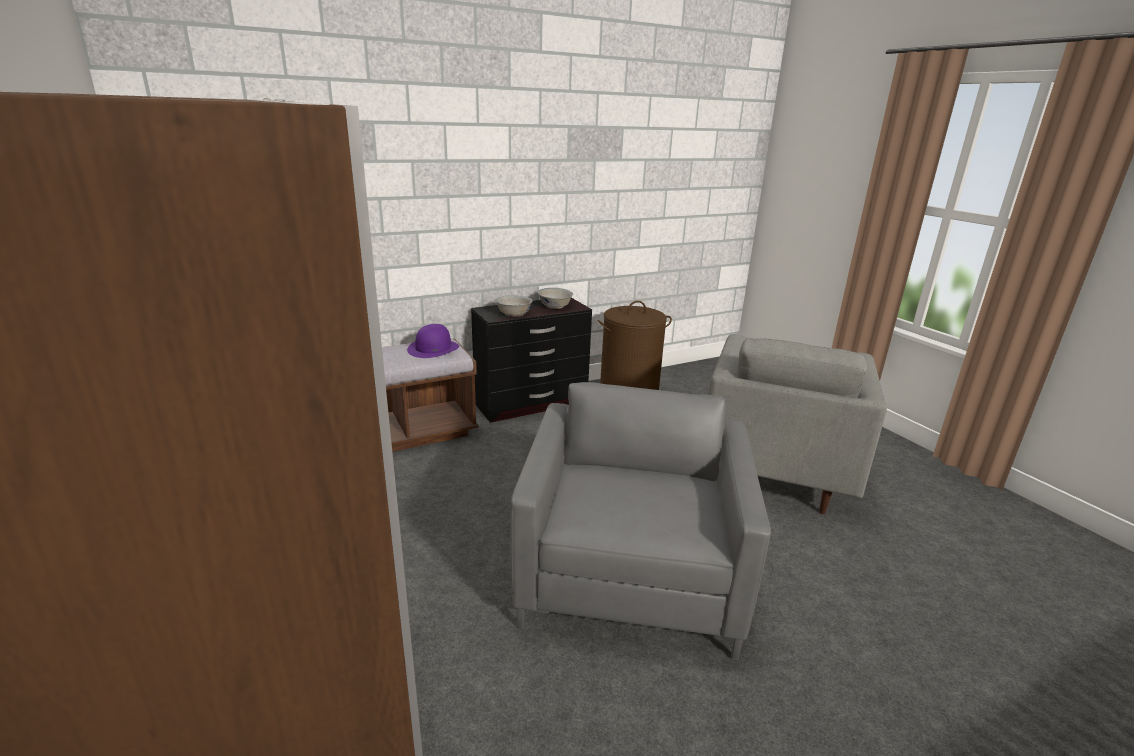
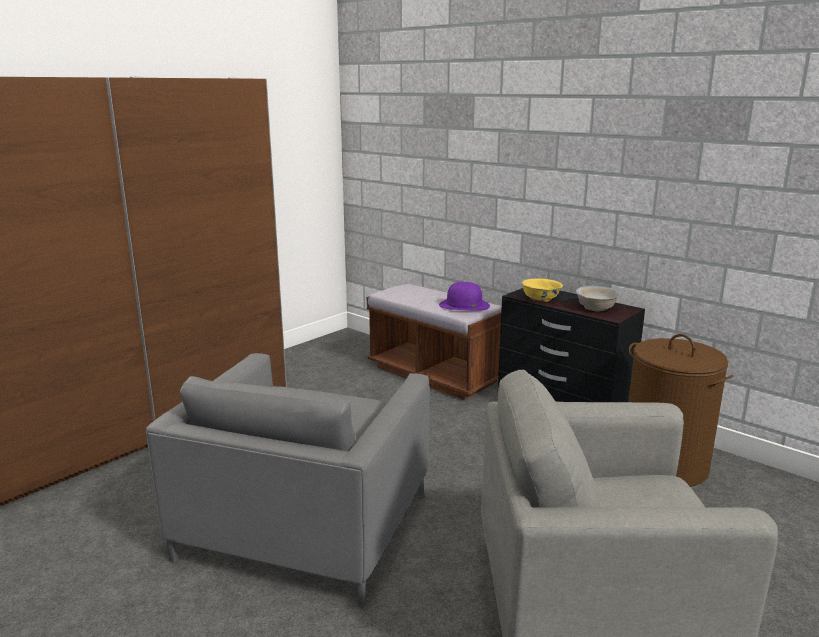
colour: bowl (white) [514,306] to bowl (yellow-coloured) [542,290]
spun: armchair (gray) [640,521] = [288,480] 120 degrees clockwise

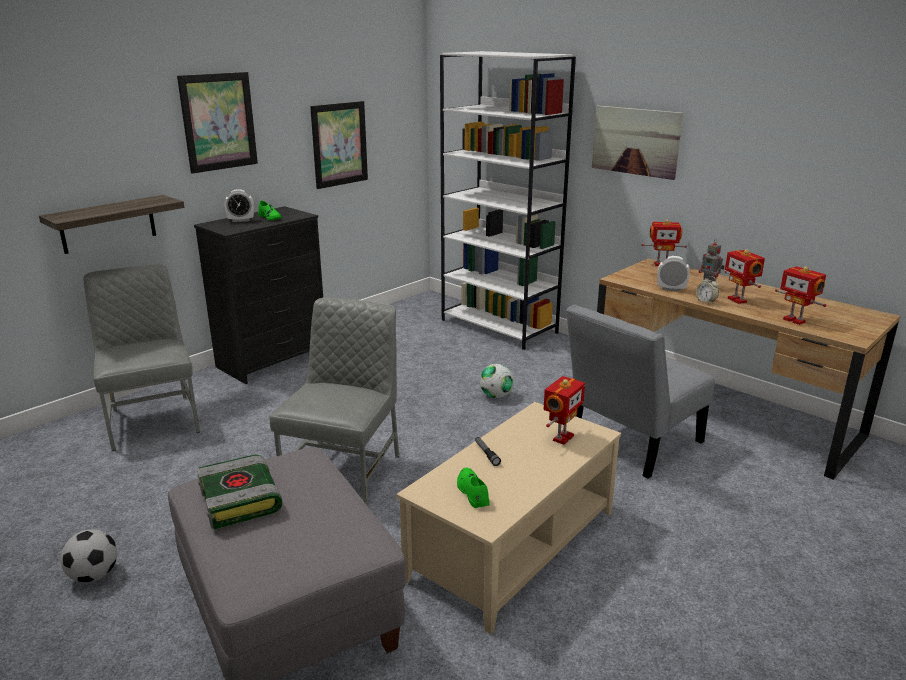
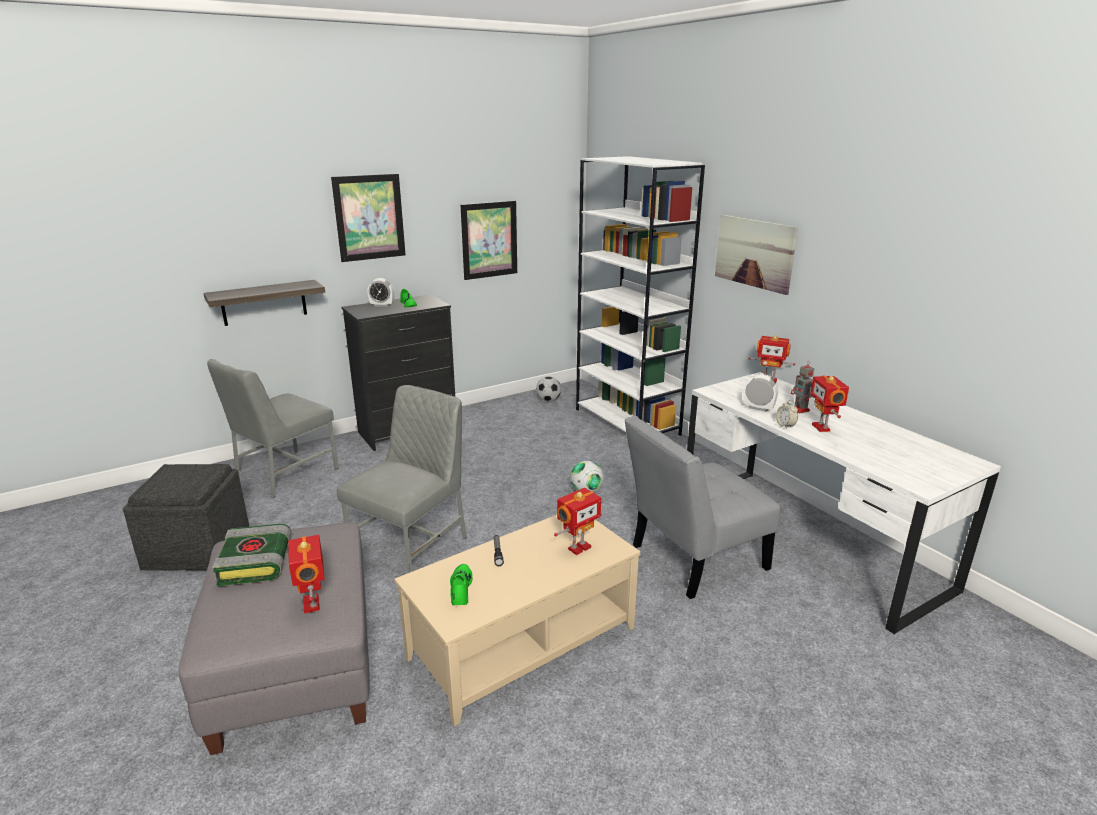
appeared: ottoman (gray) [186,517]
relocated: football [88,556] to [548,389]; toy robot [800,295] to [306,574]
colour: desk table (brown-coloured) [748,369] to desk table (white) [844,503]
spun: upright chair (gray) [141,357] = [272,428] 135 degrees counterclockwise

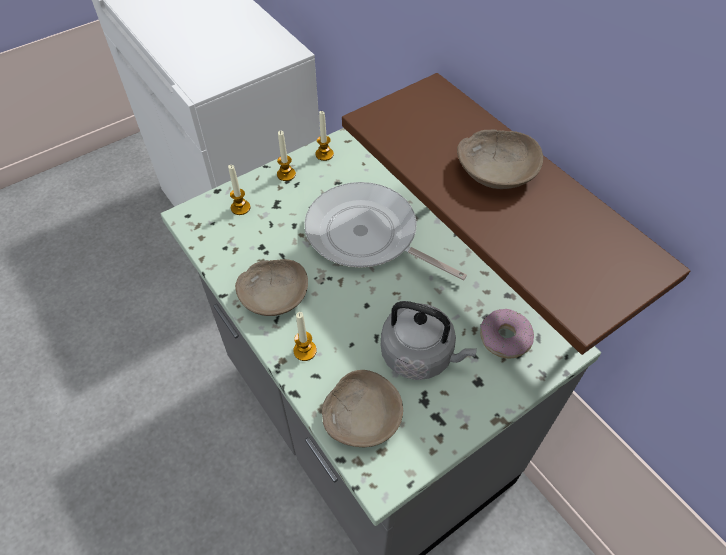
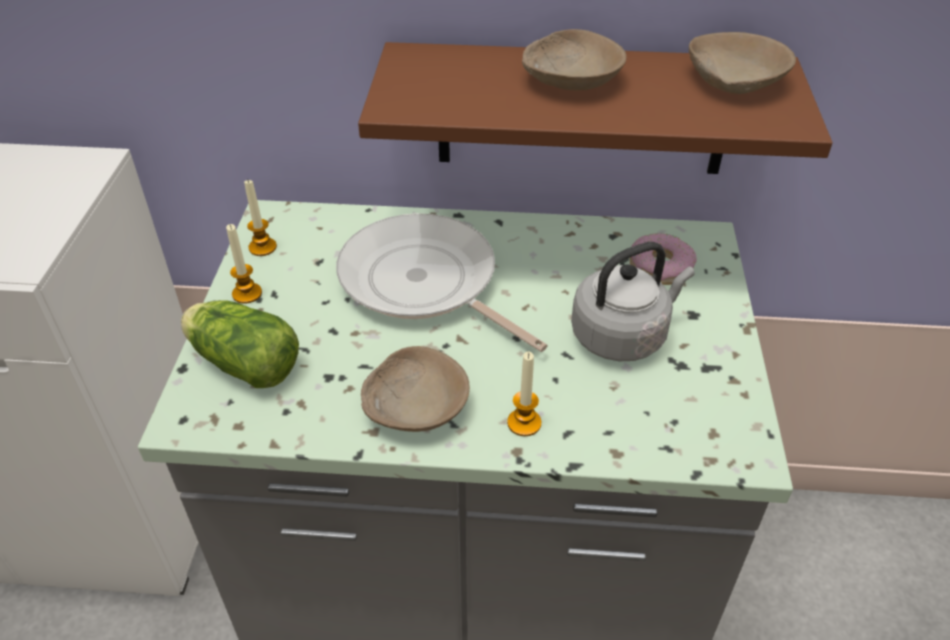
relocated: bowl (sand-coloured) [362,408] to [742,63]
exchanged: wax light [239,190] to head of lettuce [240,344]
spun: frying pan [385,231] = [442,282] 60 degrees clockwise

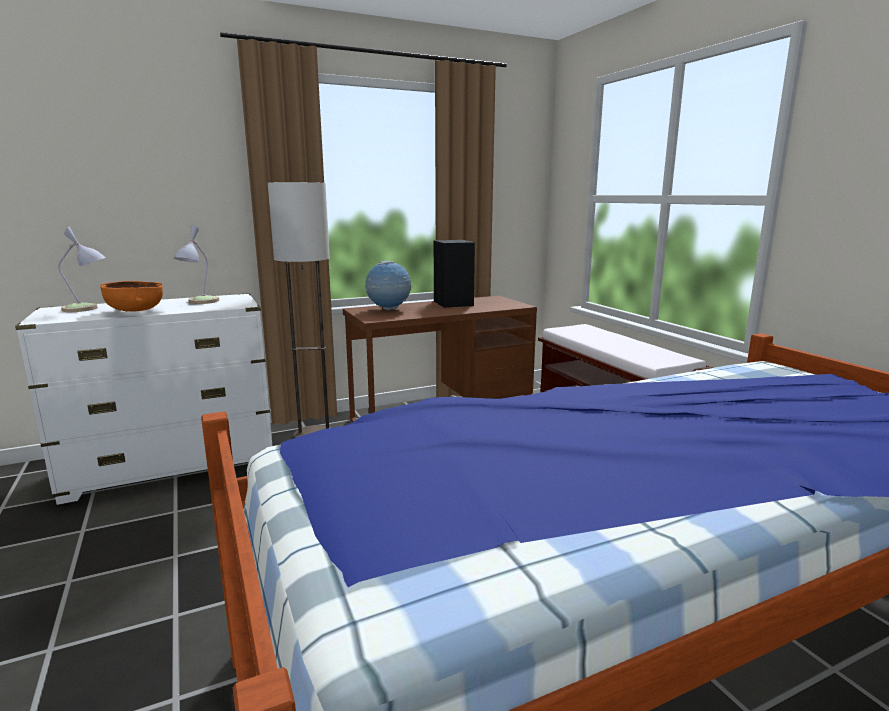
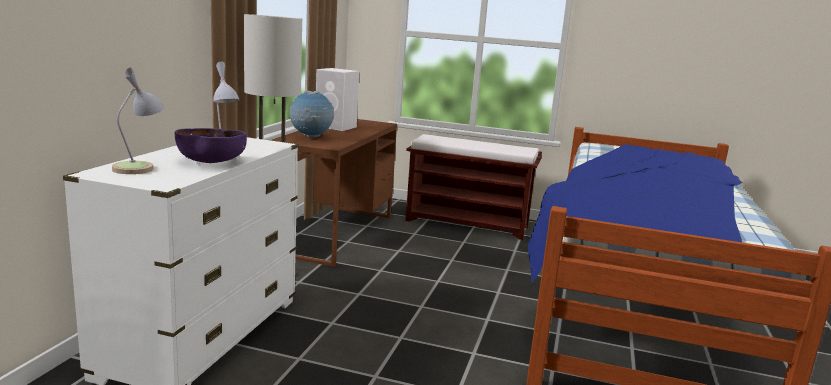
colour: bowl (orange) [131,296] to bowl (purple-coloured) [211,145]; audio speaker (blackish) [454,274] to audio speaker (white) [337,99]

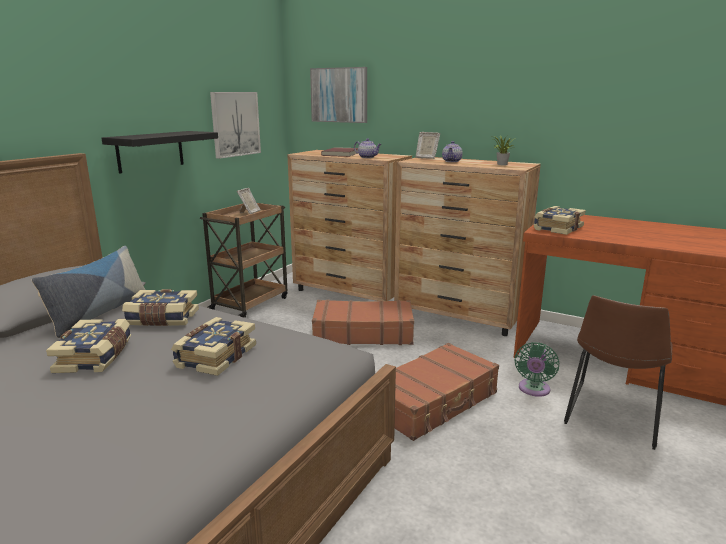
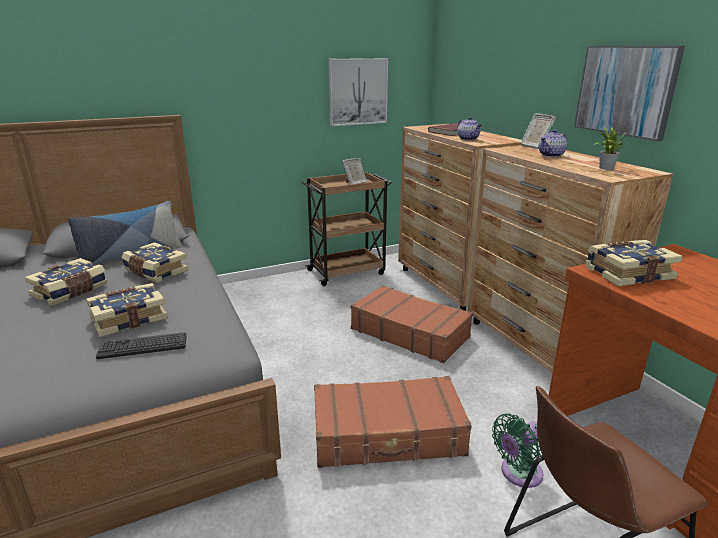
missing: bracket shelf (blackish) [160,152]
appeared: PC keyboard [141,345]
relocated: picture [338,95] to [629,93]

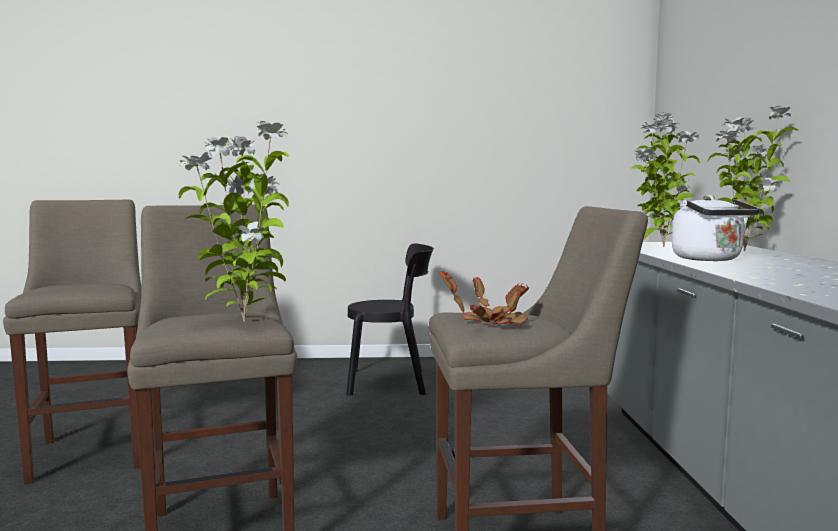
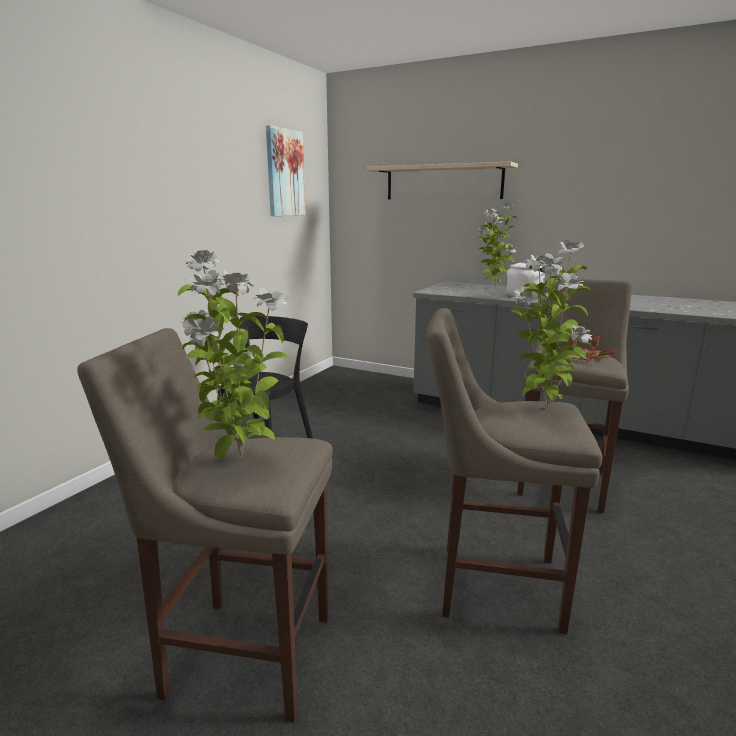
appeared: picture [286,170]; bracket shelf (sand-coloured) [442,180]
relocated: potted plant [665,179] to [233,355]

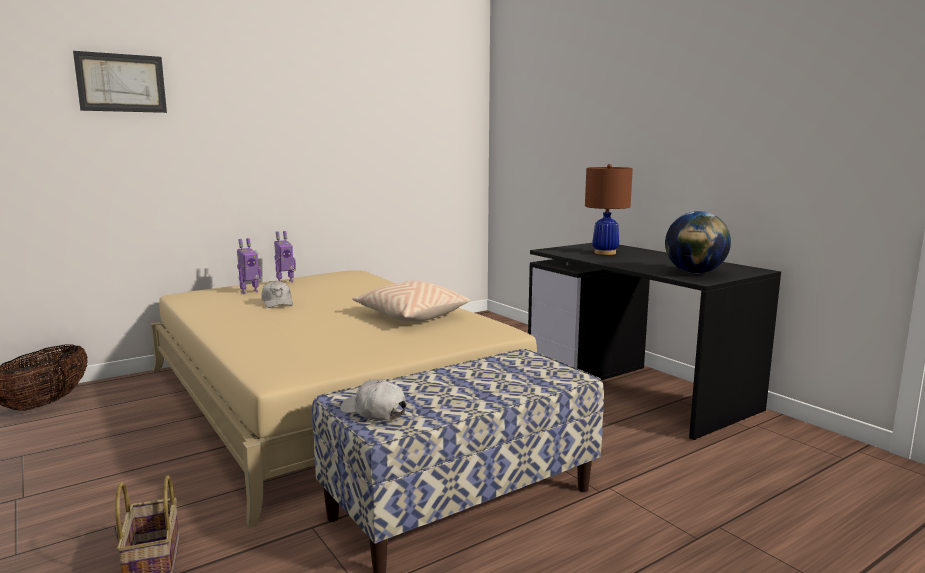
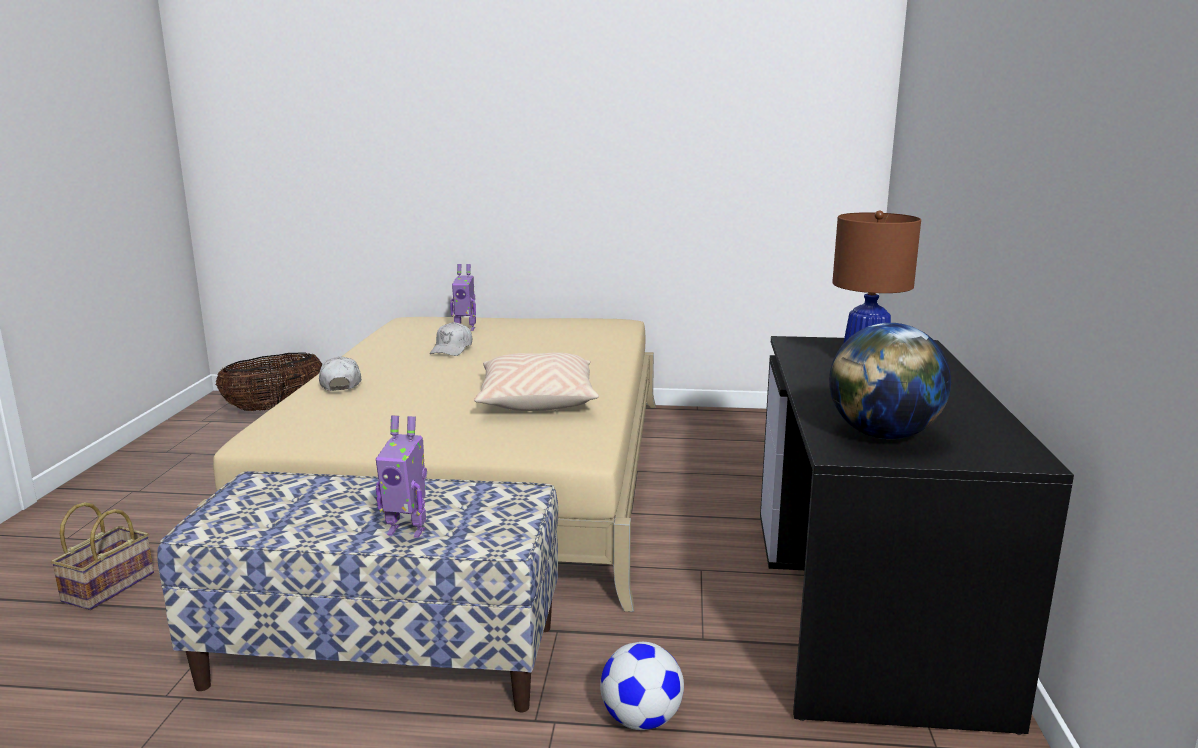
missing: picture [120,82]
appeared: football [642,686]
relocated: toy robot [285,256] to [401,476]; baseball cap (white) [373,400] to [340,373]

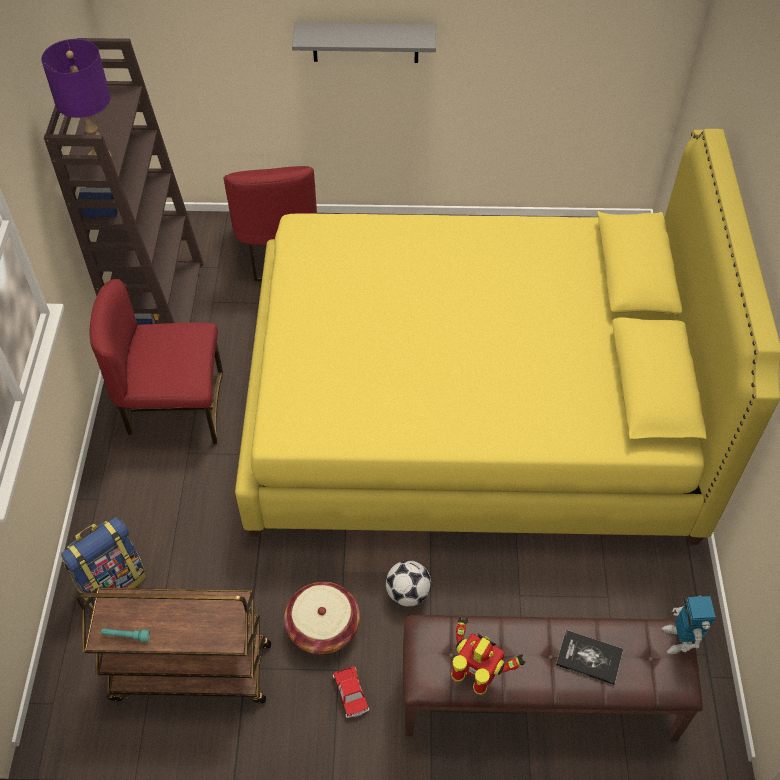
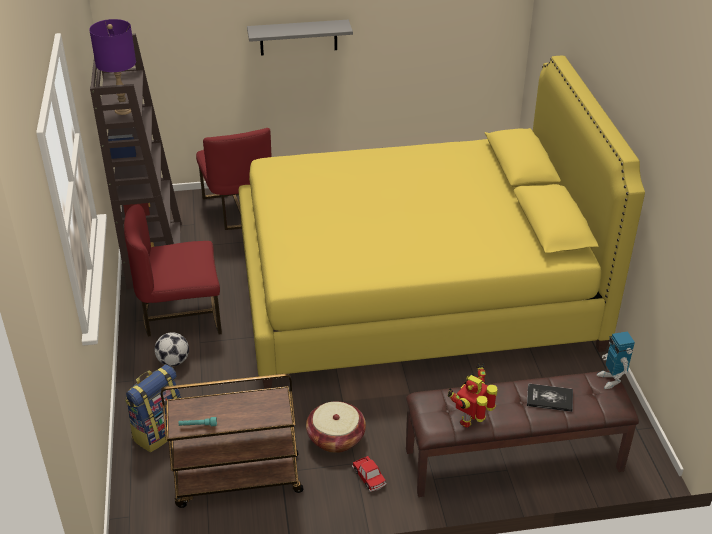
relocated: football [408,583] to [172,349]
spun: toy robot [488,655] = [473,395] 75 degrees counterclockwise

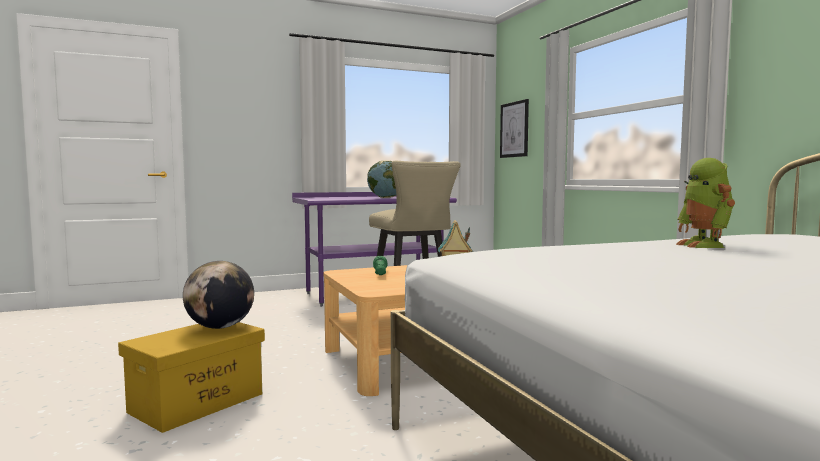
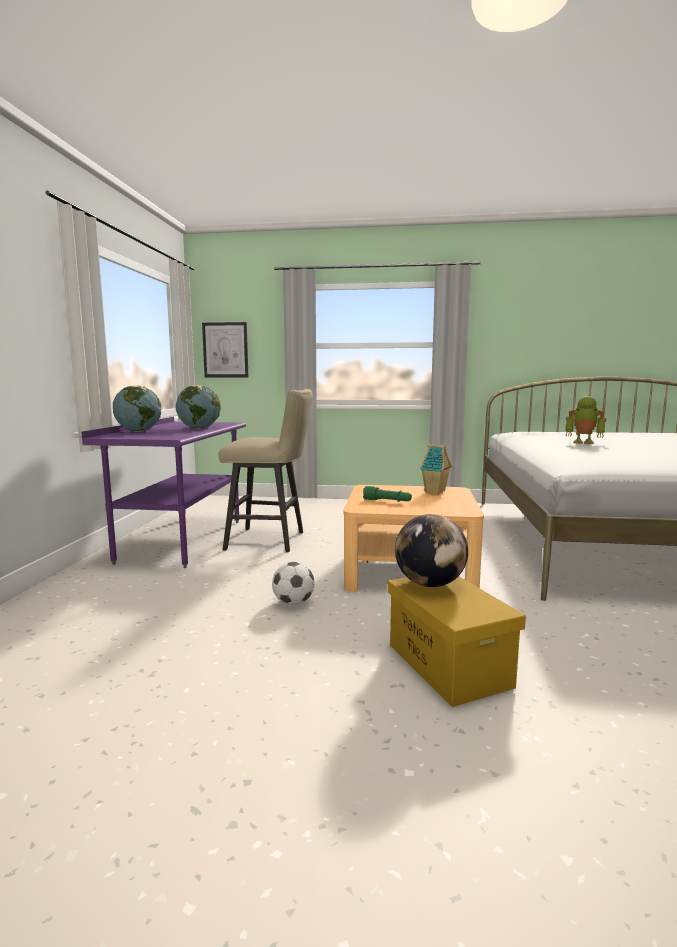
appeared: globe [137,409]; football [293,583]

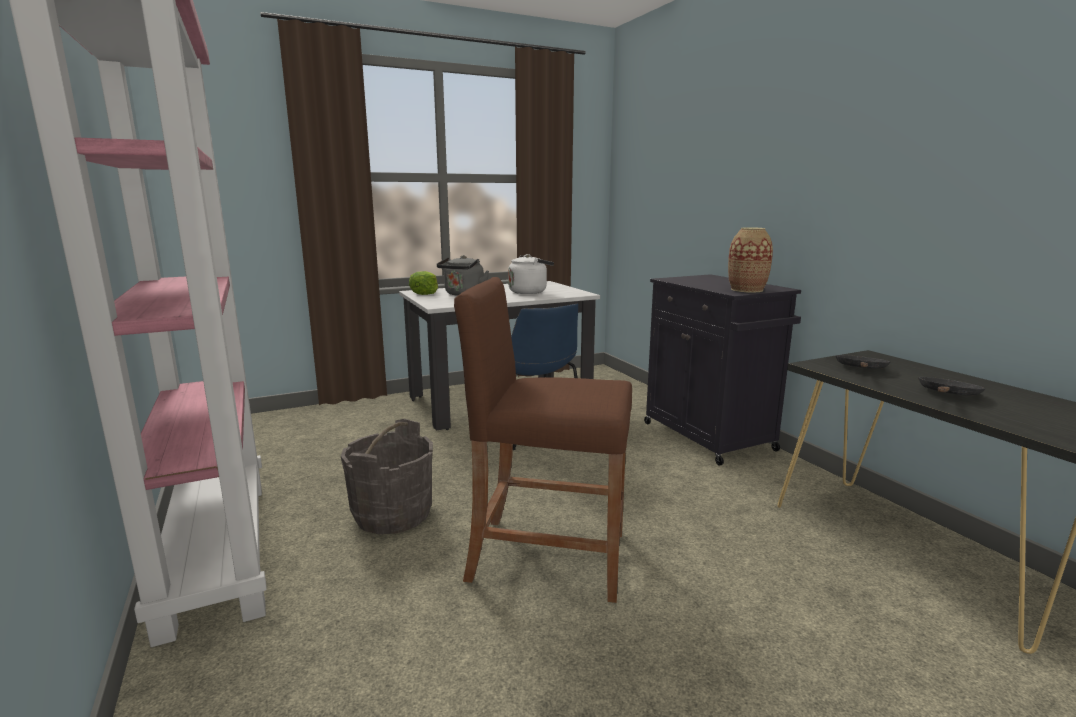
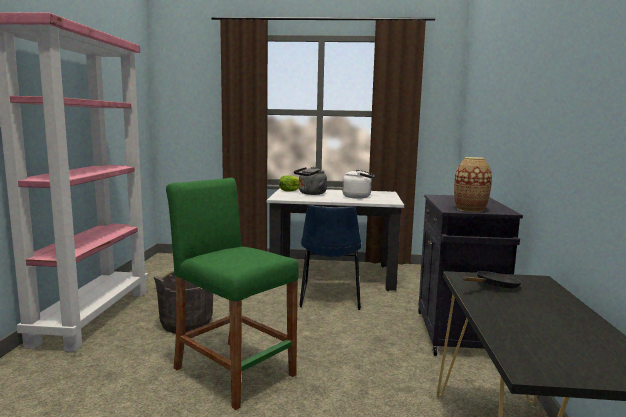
missing: frying pan (blackish) [952,386]
colour: sitting stool (brown-coloured) [543,440] to sitting stool (greenish) [232,294]

